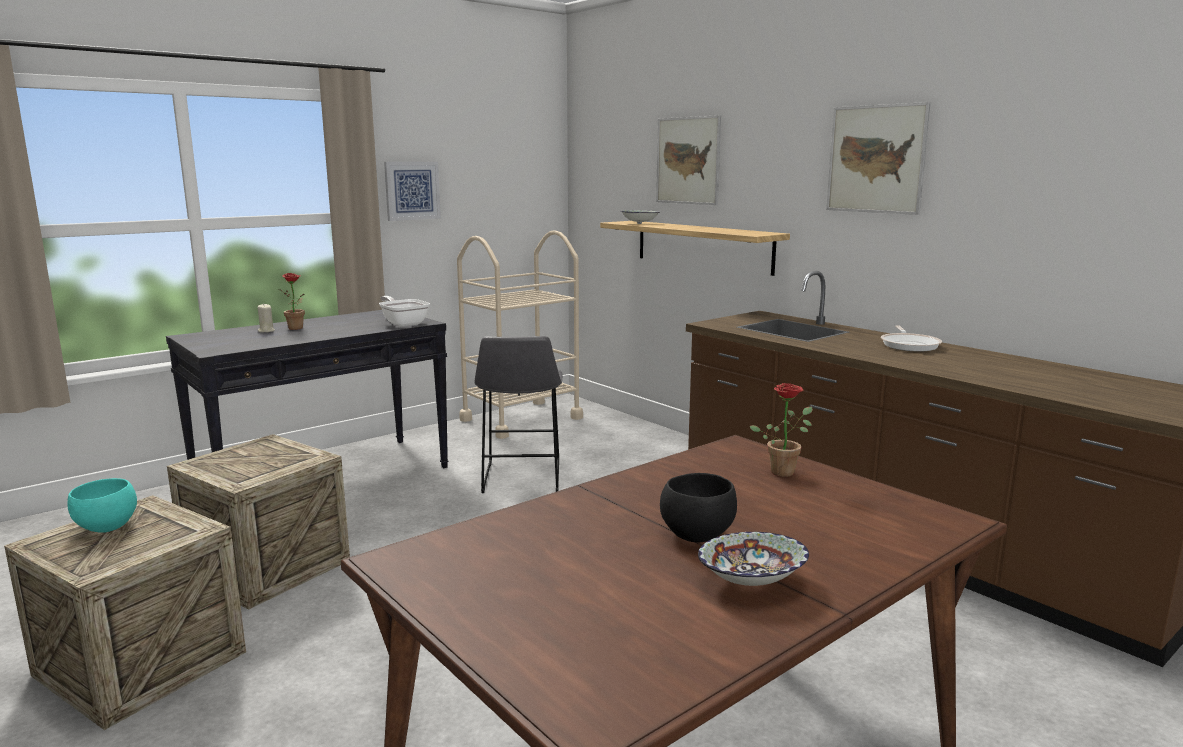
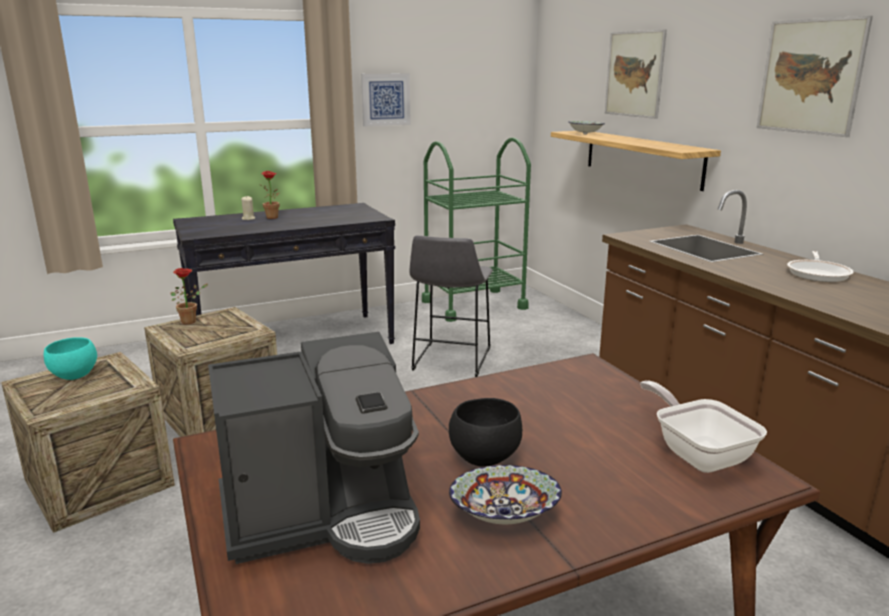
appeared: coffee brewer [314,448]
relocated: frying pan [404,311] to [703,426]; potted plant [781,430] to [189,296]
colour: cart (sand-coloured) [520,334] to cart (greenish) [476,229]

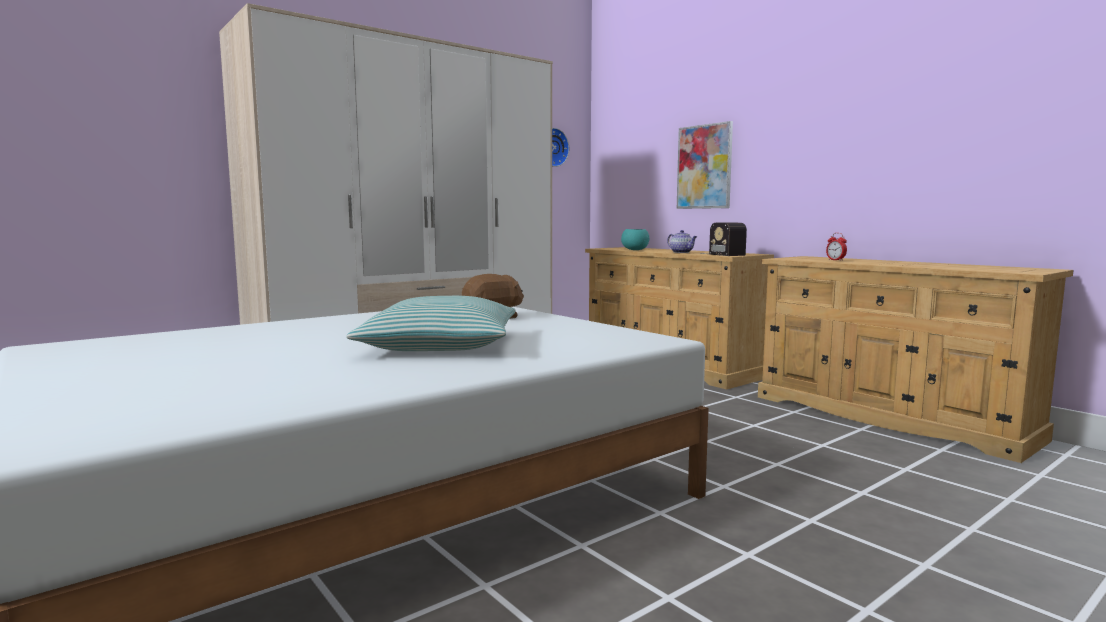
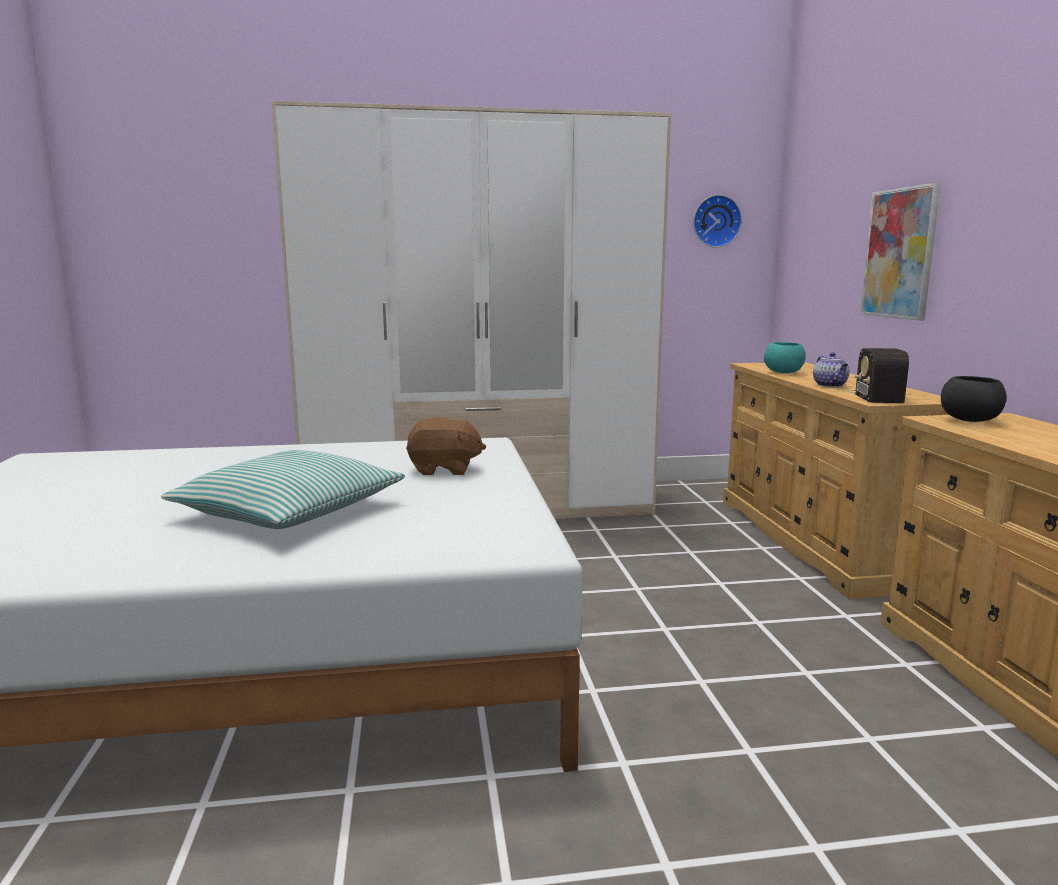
missing: table clock [836,247]
appeared: bowl (blackish) [974,399]

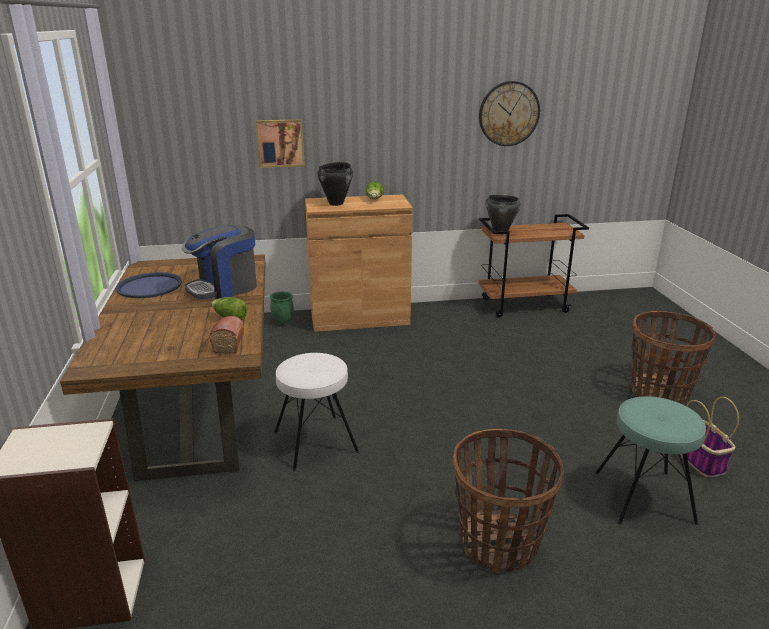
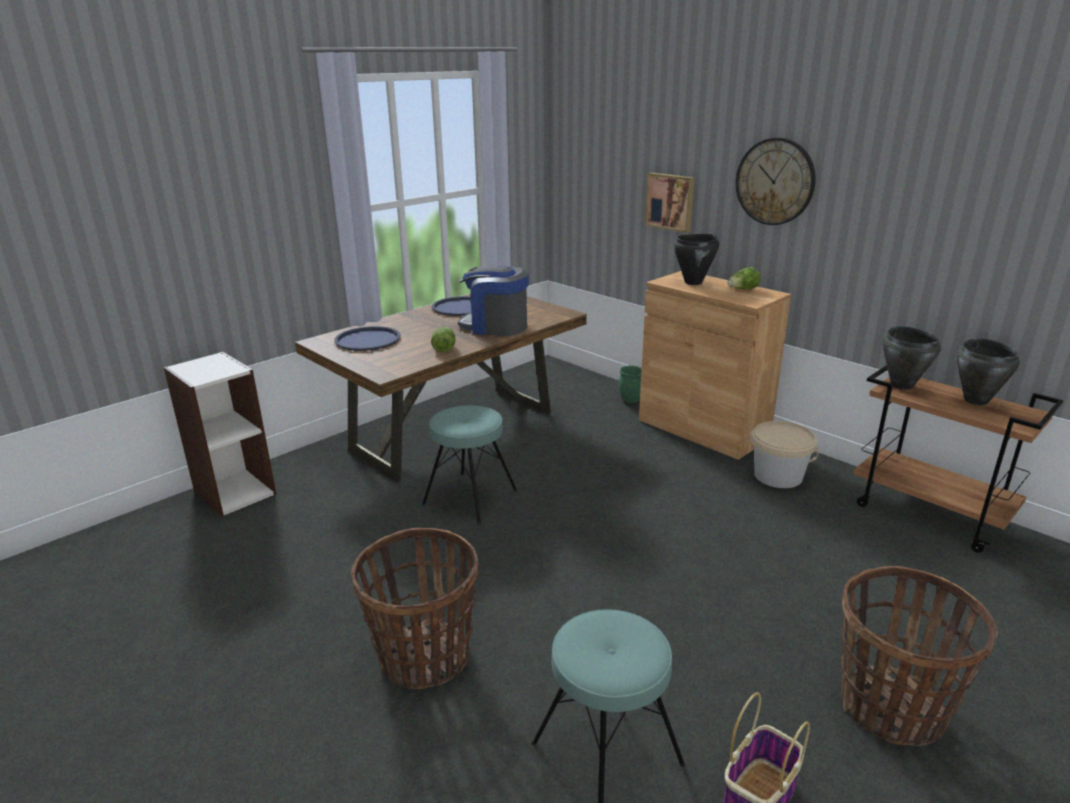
missing: bakery bread [226,334]
appeared: tray (blue) [367,338]; pail (sand-coloured) [784,454]; cooking pot (blackish) [988,371]
relocated: wall clock [509,113] to [776,181]
colour: sitting stool (white) [316,412] to sitting stool (blue-green) [469,464]

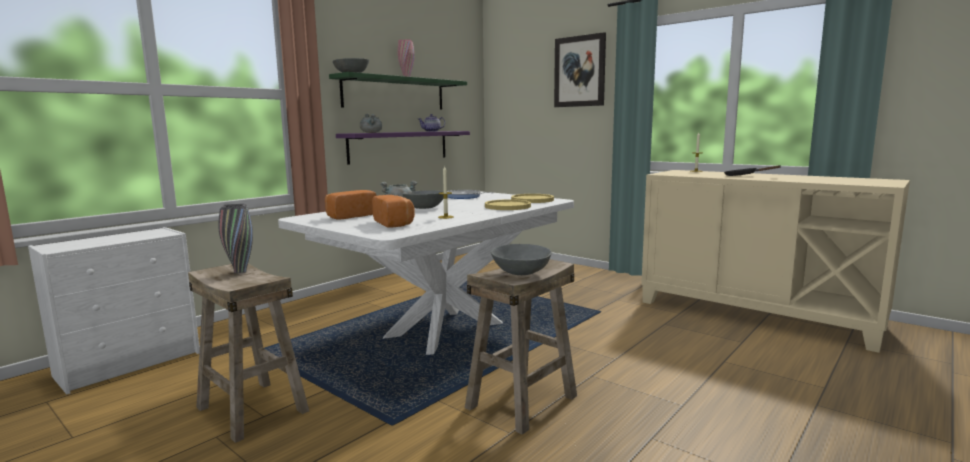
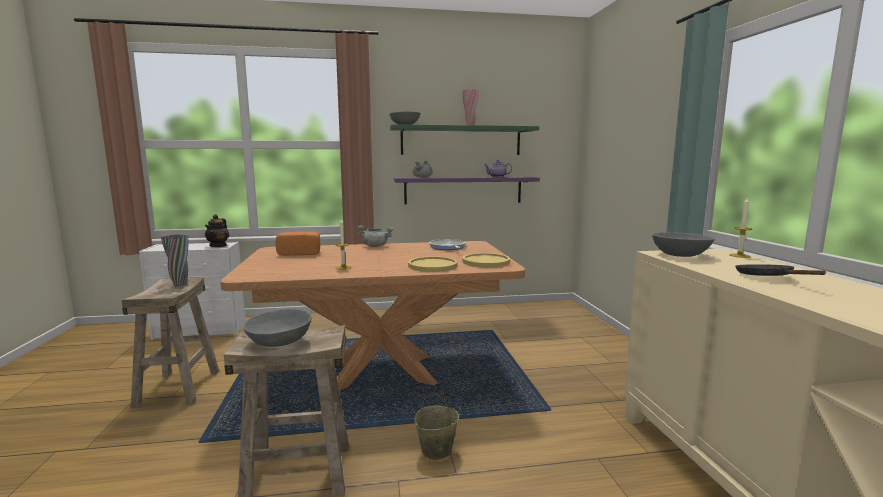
missing: bakery bread [393,211]; picture [580,69]
appeared: tea pot [217,230]; pail (sand-coloured) [436,426]
relocated: bowl (gray) [423,199] to [683,244]
colour: dinner table (white) [426,273] to dinner table (brown-coloured) [372,315]

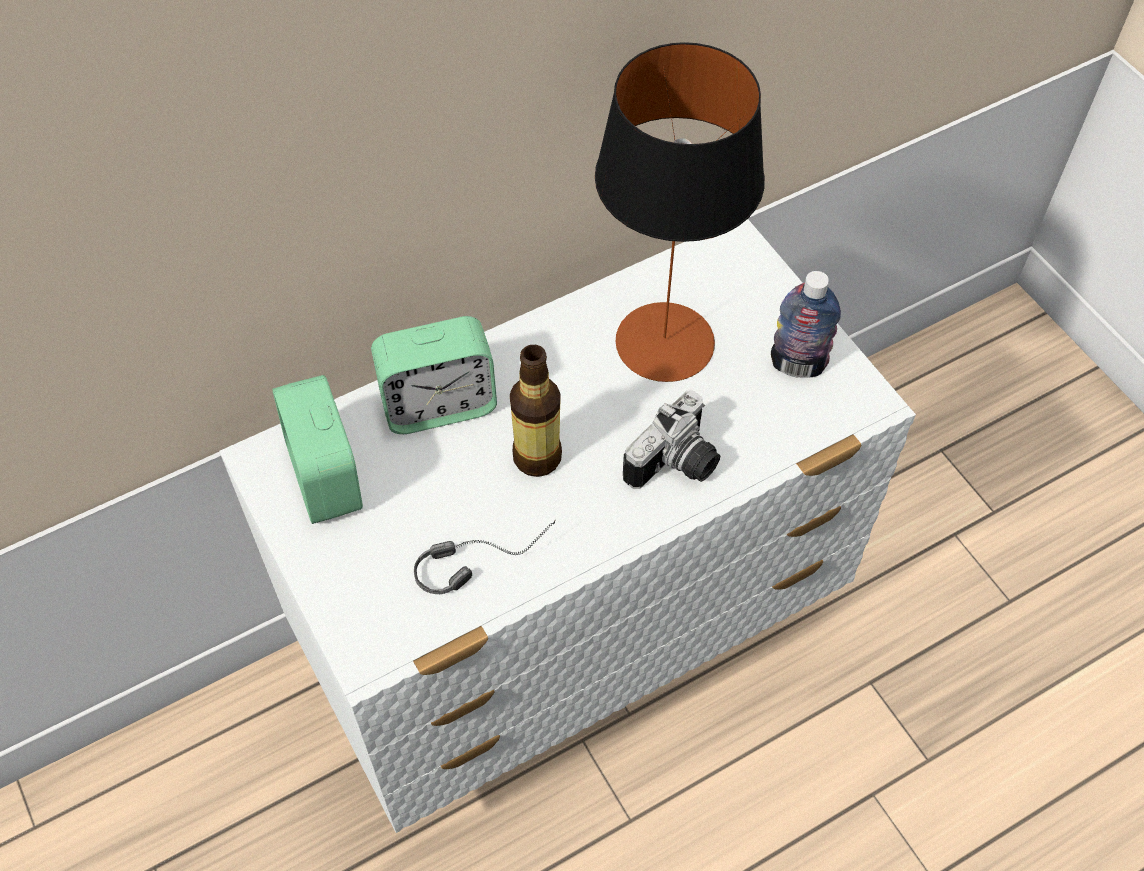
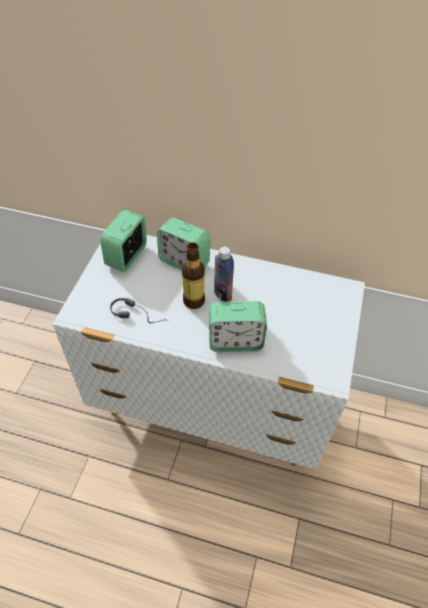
missing: lamp for a table [680,212]
relocated: bottle [806,324] to [224,274]
exchanged: still camera [671,440] to table clock [238,326]

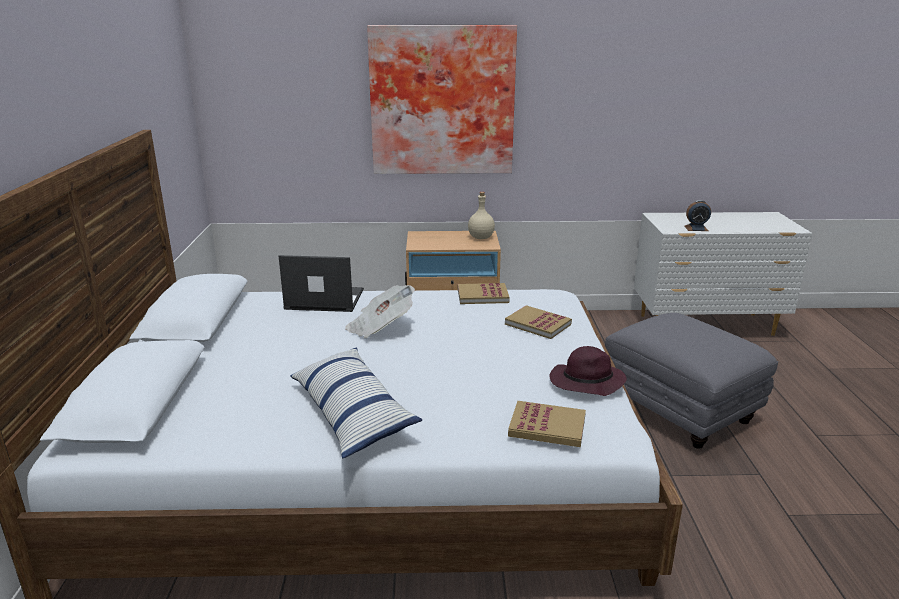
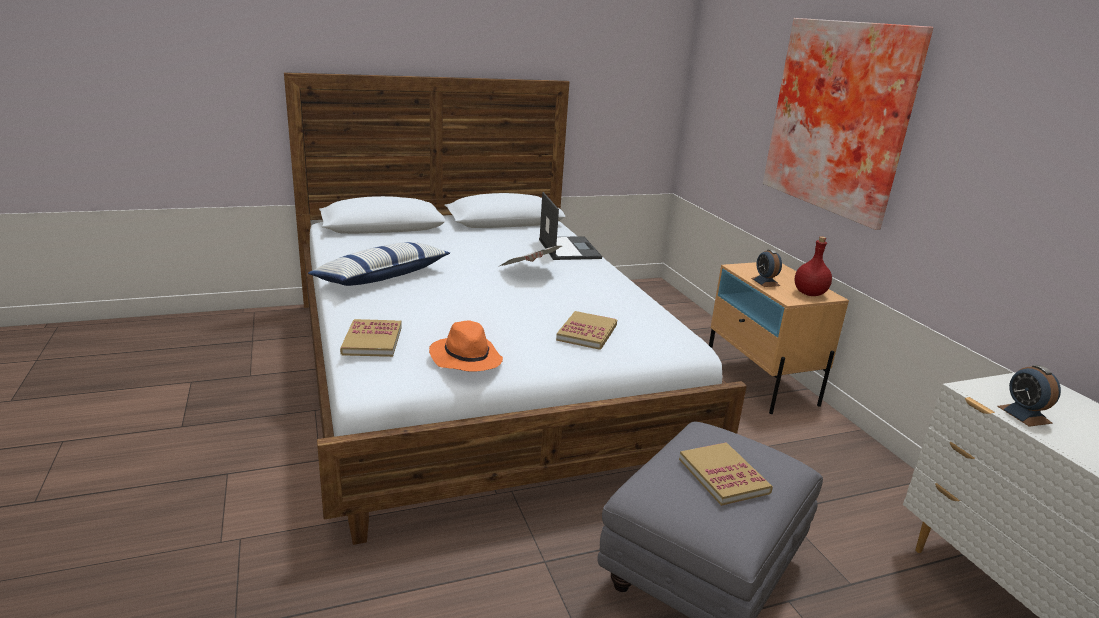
appeared: table clock [766,268]
relocated: volume [484,293] to [726,474]
colour: bottle (sand-coloured) [481,215] to bottle (red-coloured) [813,266]; clothing hat (purple-coloured) [588,371] to clothing hat (orange) [466,346]

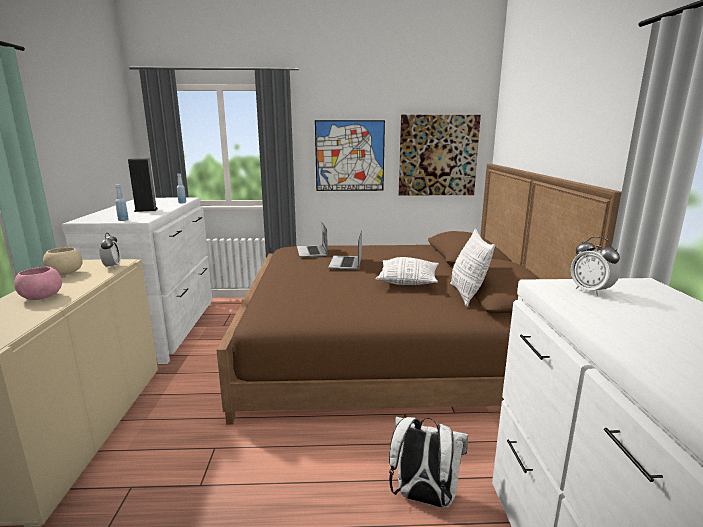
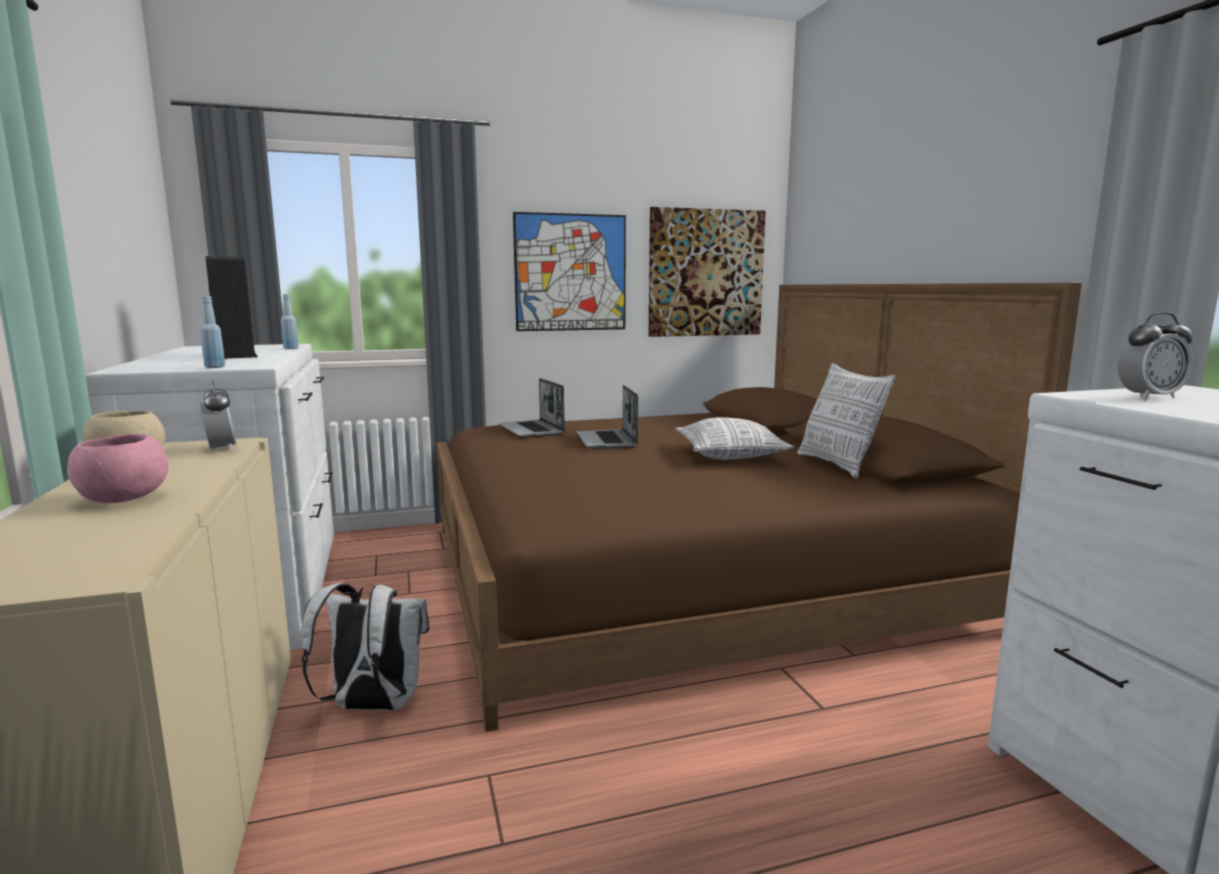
relocated: knapsack (white) [428,462] to [365,646]
spun: table clock [595,266] = [1155,355] 60 degrees counterclockwise

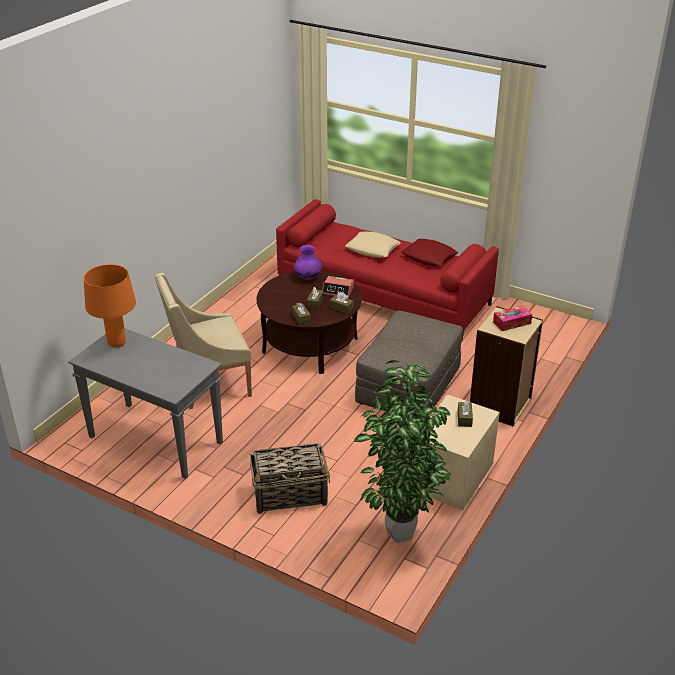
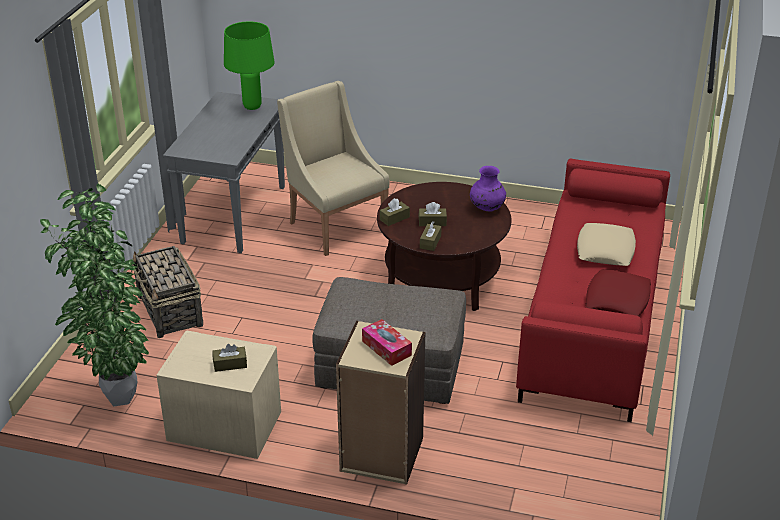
missing: table clock [338,286]
colour: lamp for a table (orange) [110,306] to lamp for a table (greenish) [249,65]

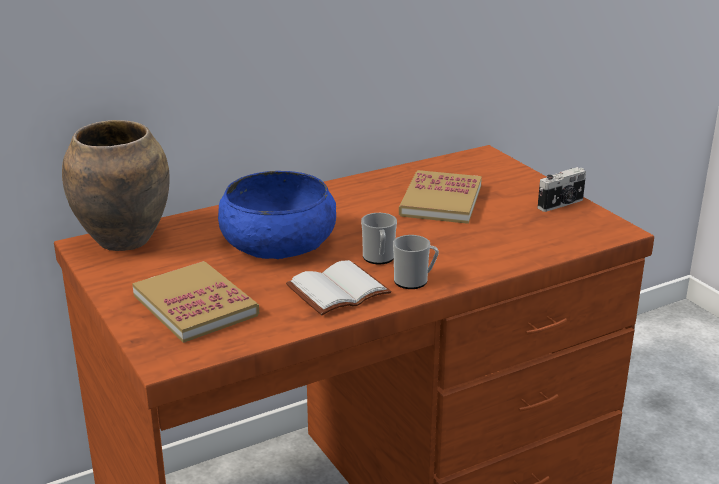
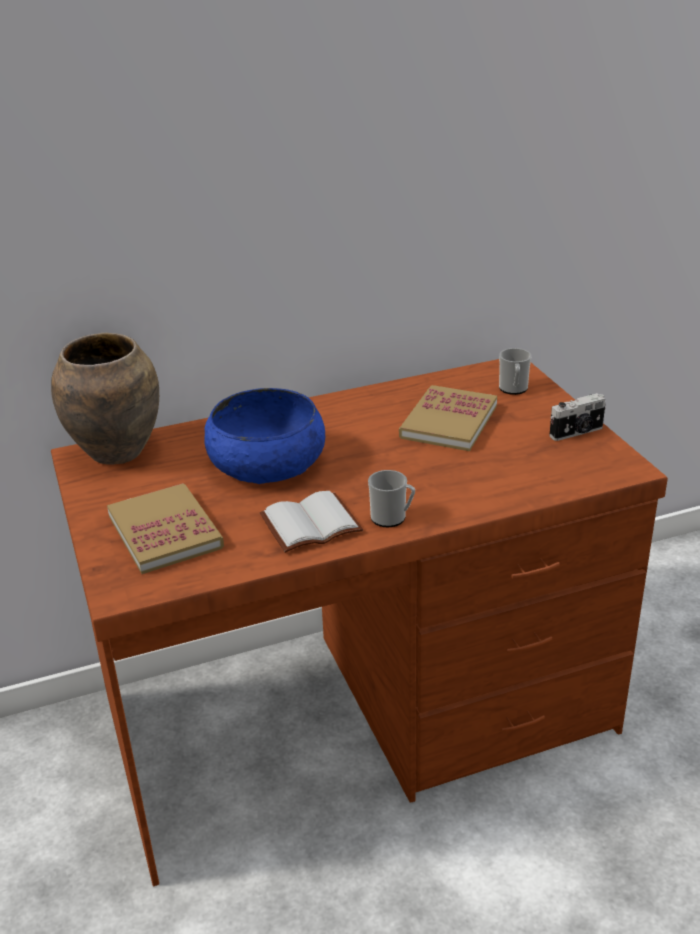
relocated: coffee mug [379,238] to [515,371]

